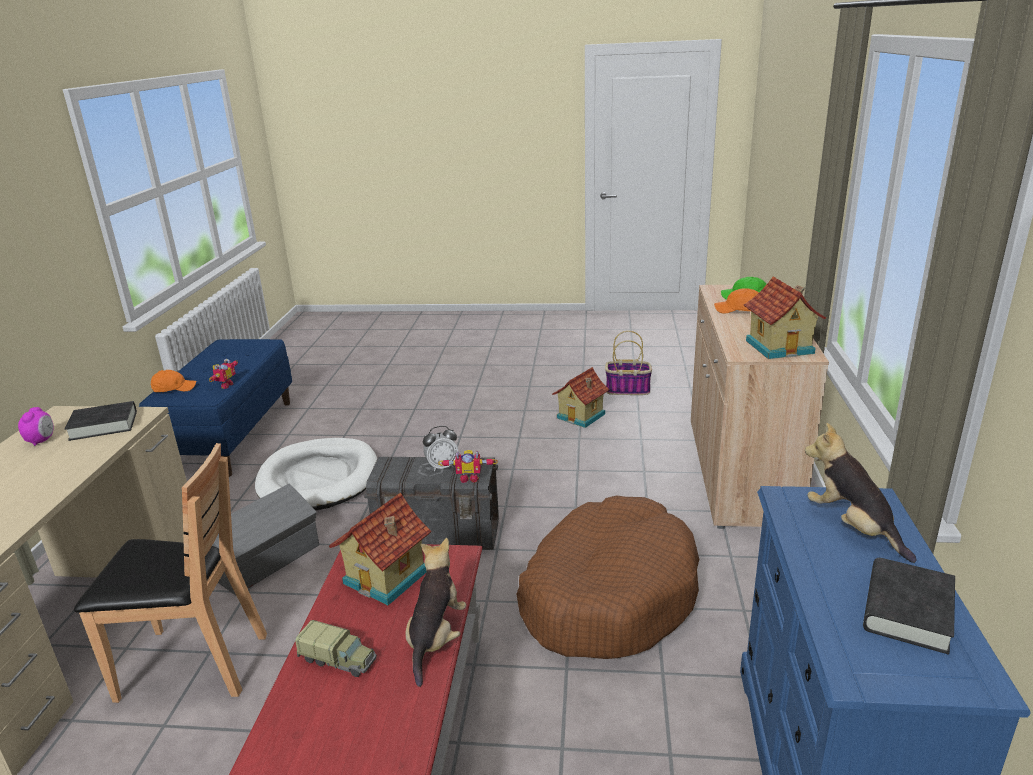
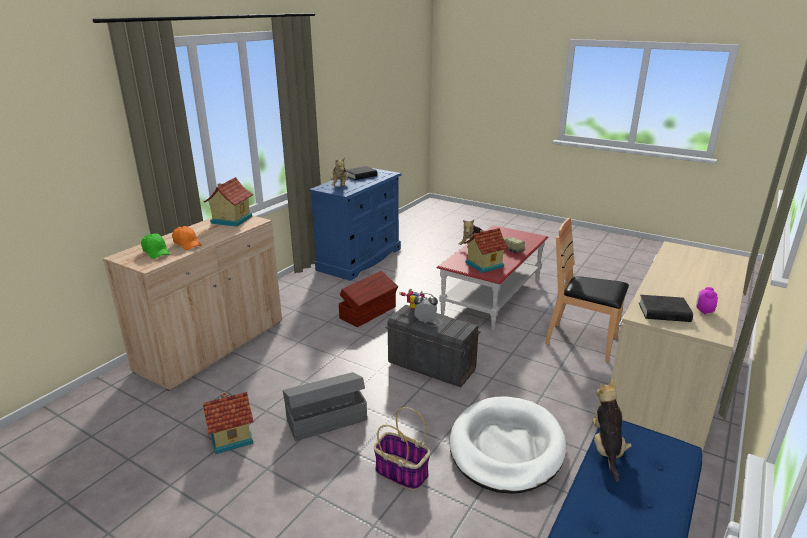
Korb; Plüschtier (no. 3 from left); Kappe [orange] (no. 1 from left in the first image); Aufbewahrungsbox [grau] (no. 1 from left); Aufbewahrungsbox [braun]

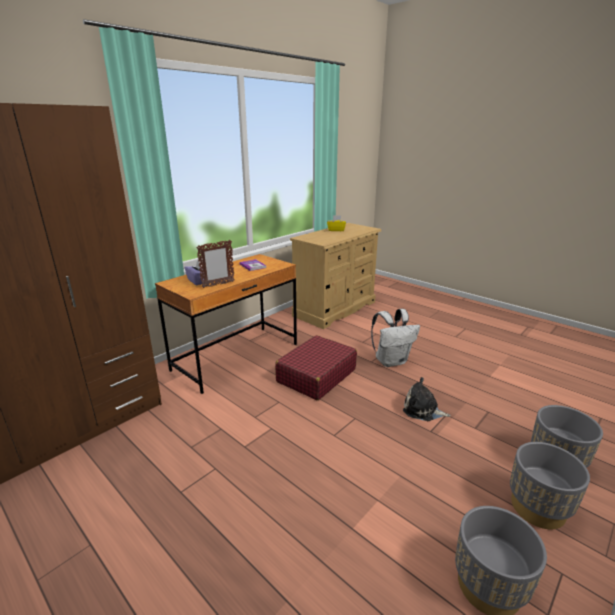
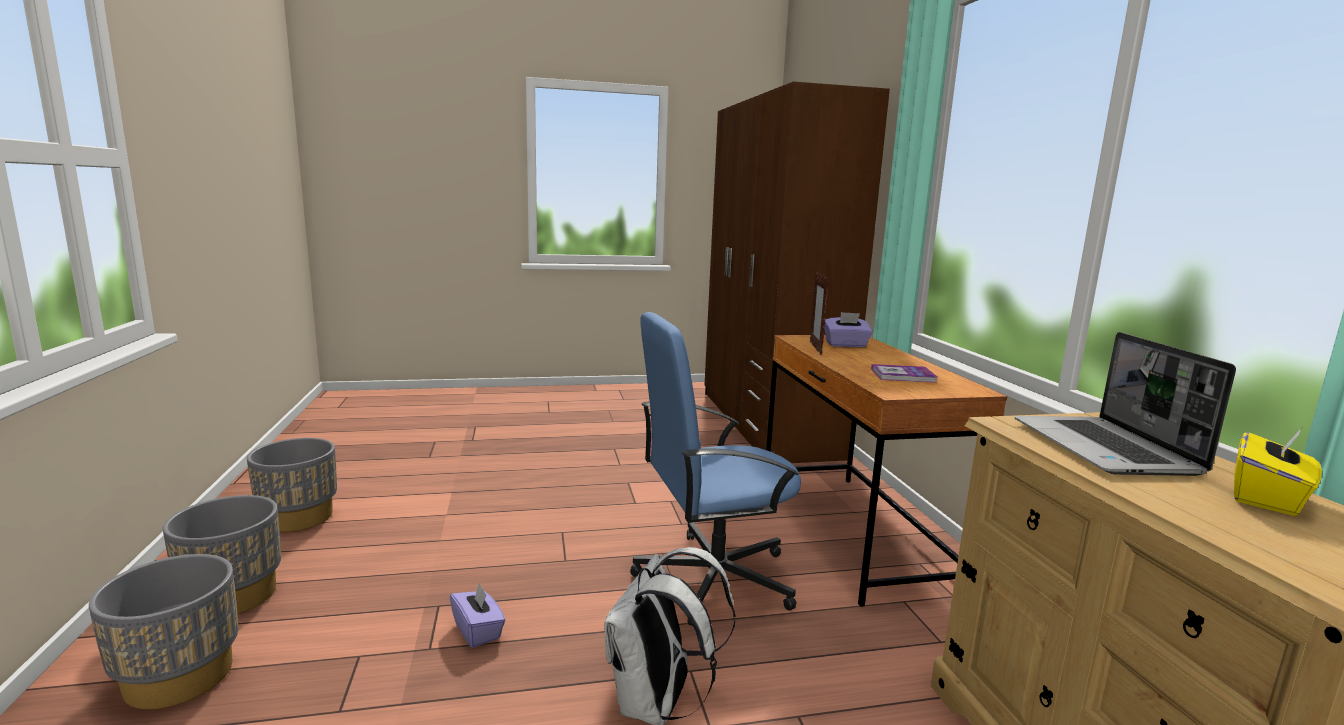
Bürostuhl [blau]; Taschentuchbox [lila] (no. 1 from left); Laptop

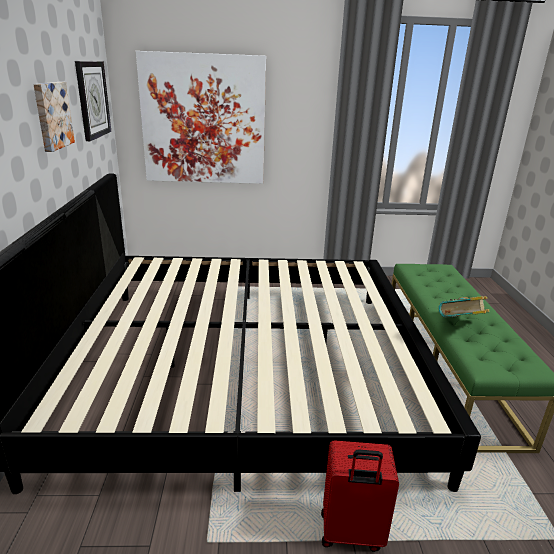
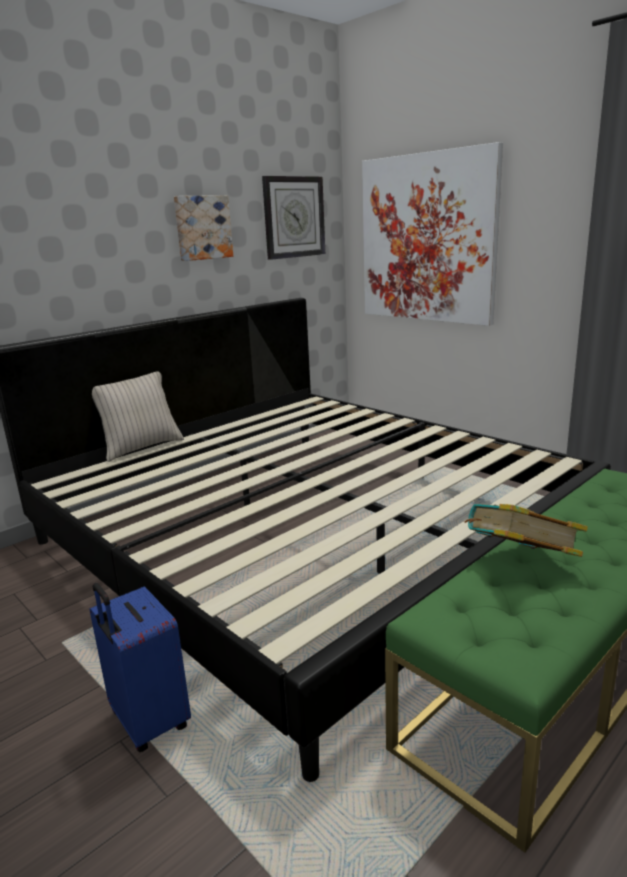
Koffer [blau]; Kissen [beige]

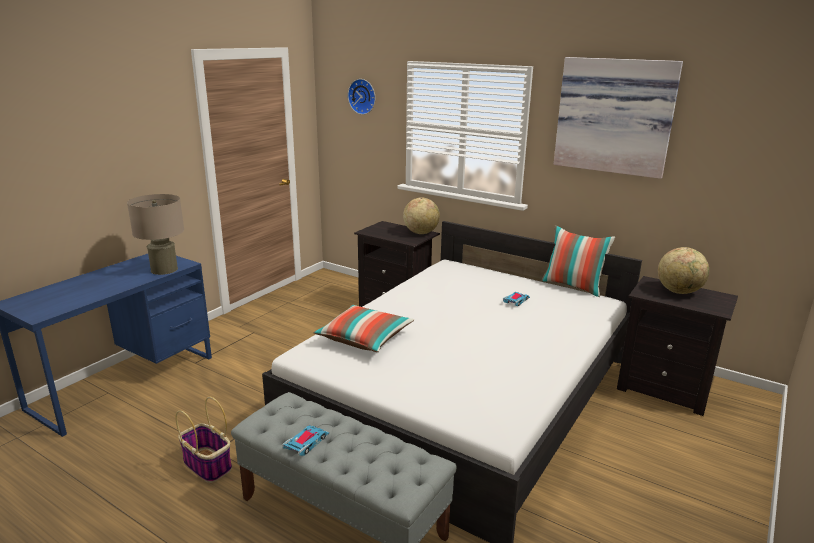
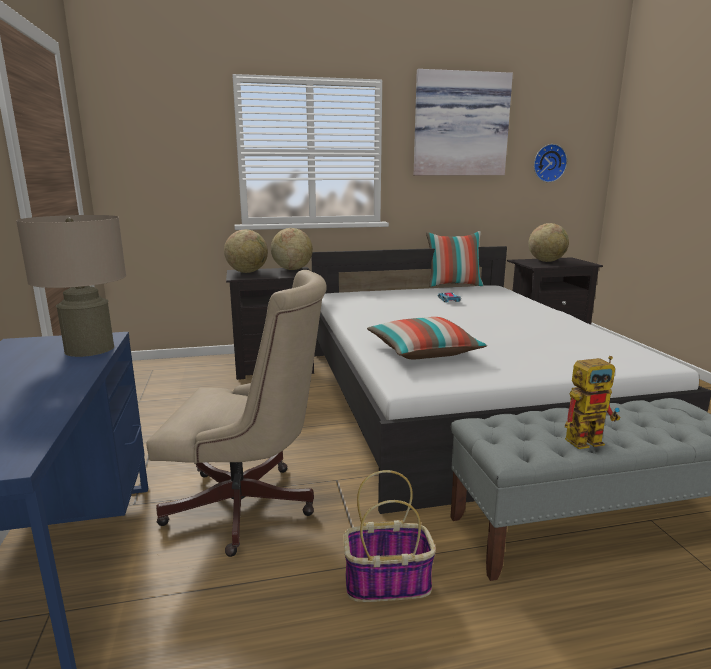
Wanduhr; Spielzeugroboter; Globus (no. 1 from left); Bürostuhl [beige]

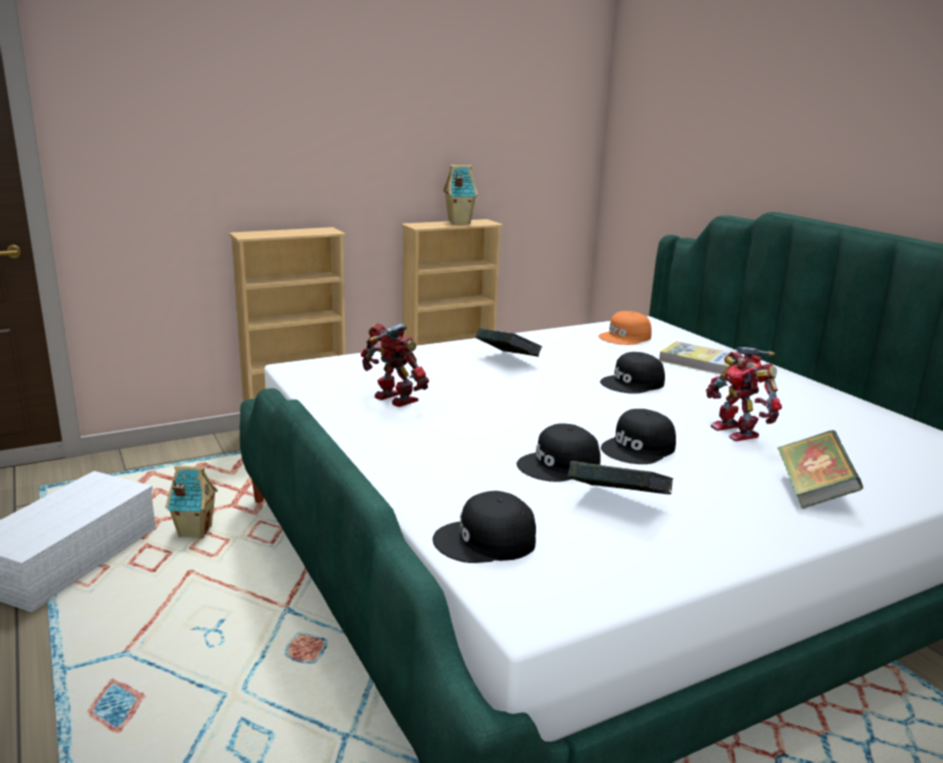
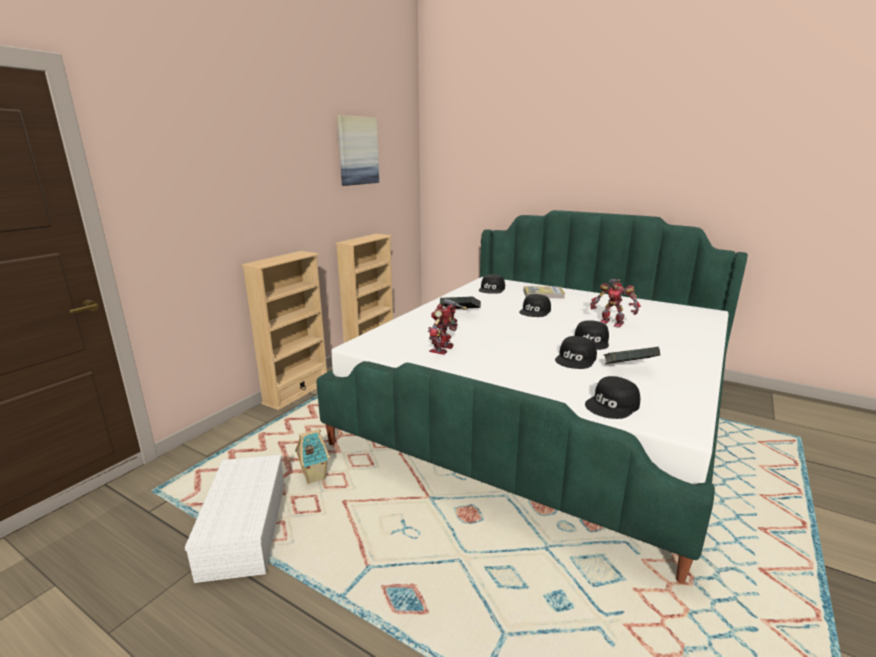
Spielzeughaus (no. 2 from left in the first image); Kappe [schwarz] (no. 1 from left); Spielzeugroboter (no. 1 from left); Buch (no. 4 from left in the first image); Bild

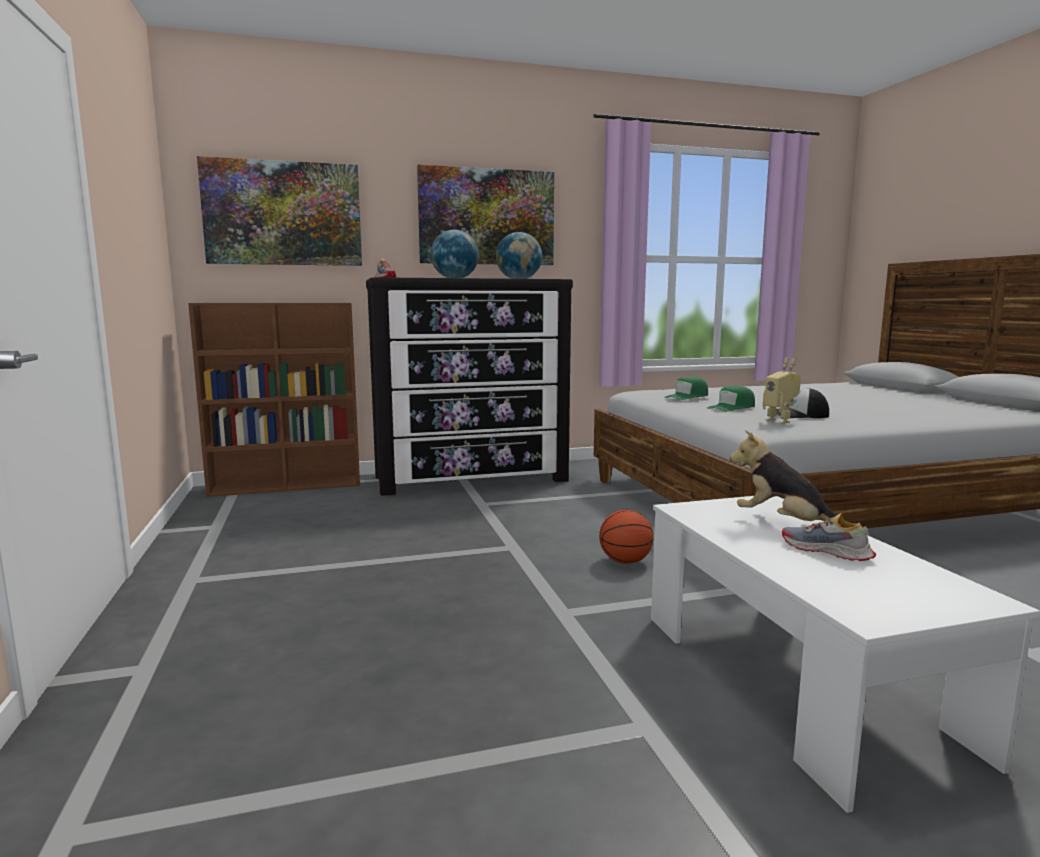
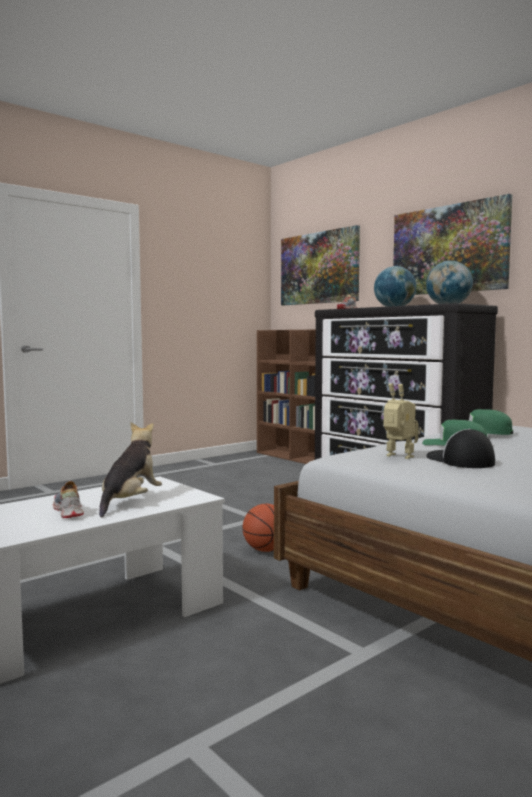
Spielzeugroboter; Schuh (no. 1 from left)

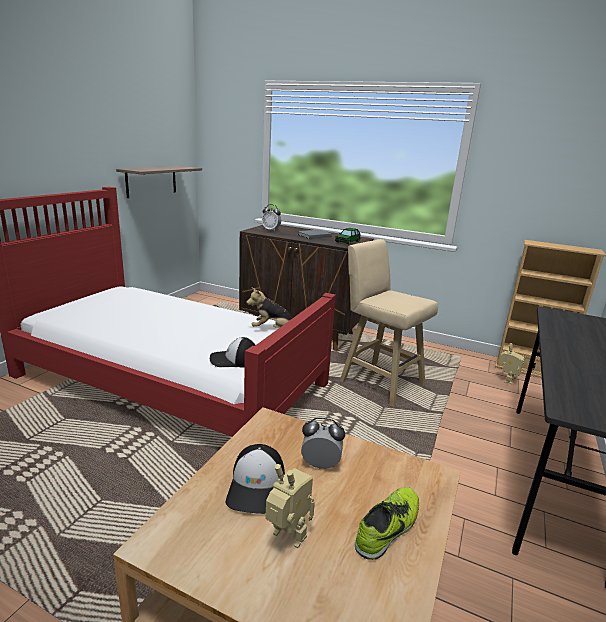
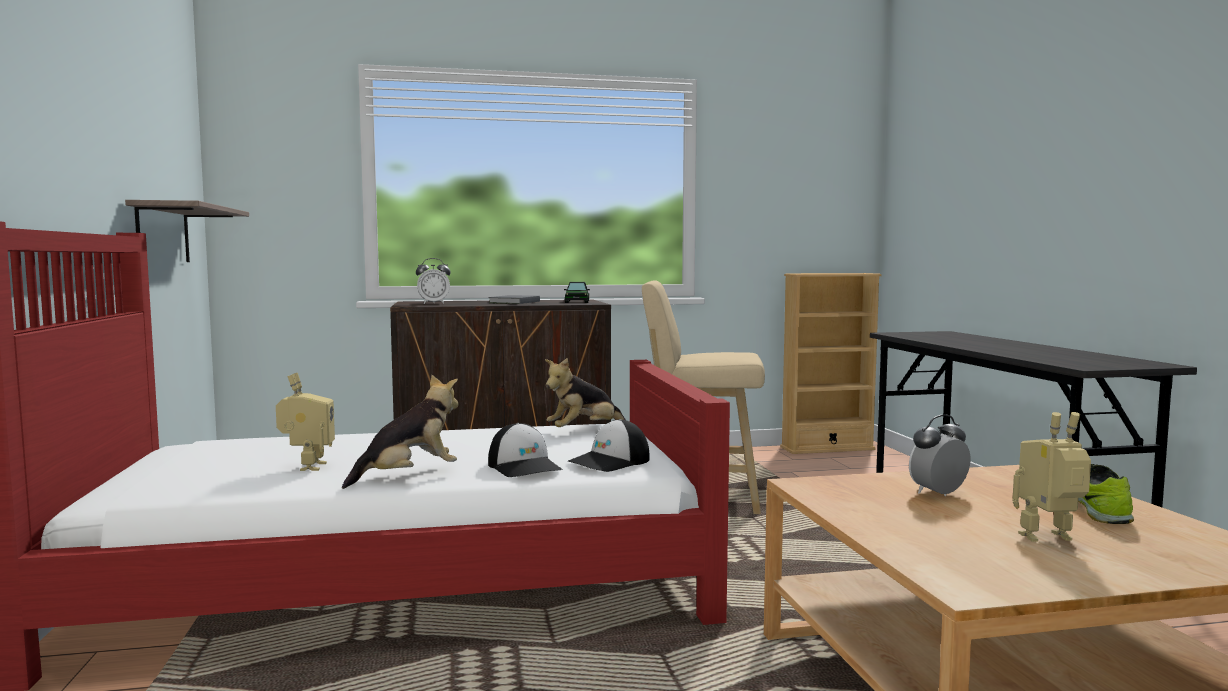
Spielzeugroboter (no. 1 from left); Kappe (no. 1 from left); Plüschtier (no. 1 from left)

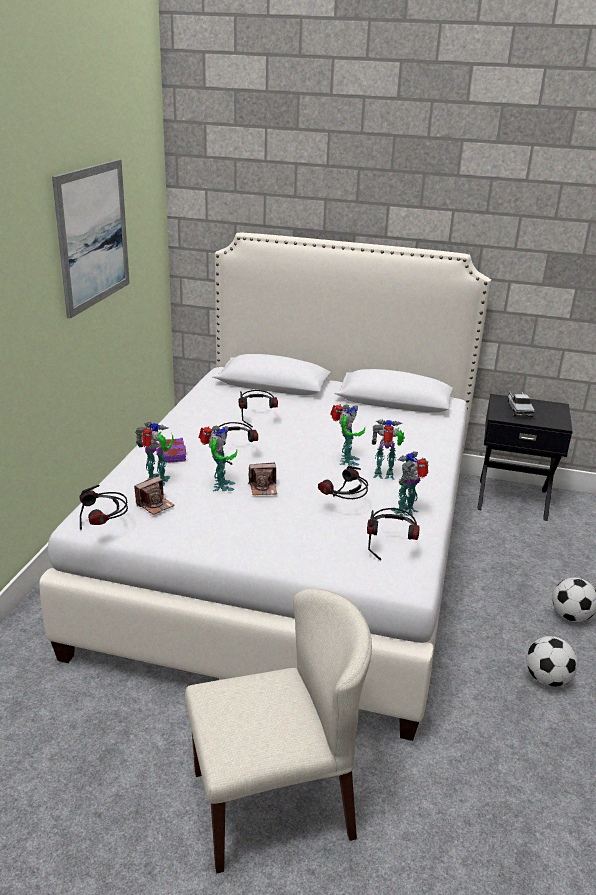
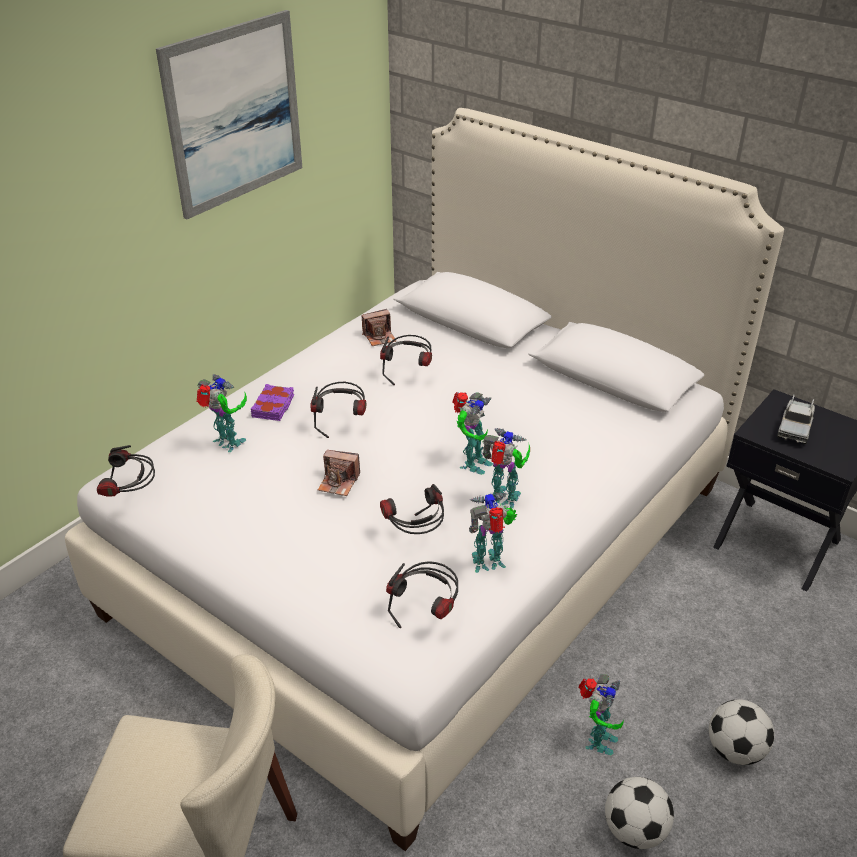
Spielzeugroboter (no. 5 from left); Kamera (no. 2 from left)

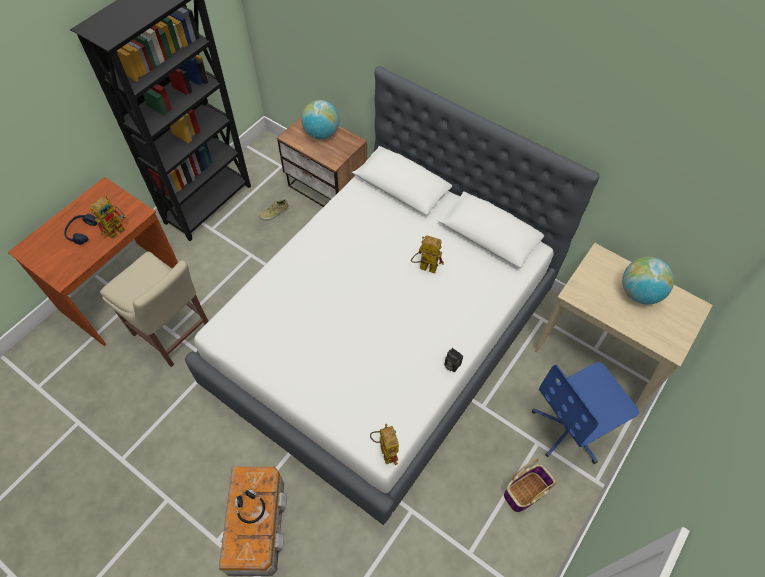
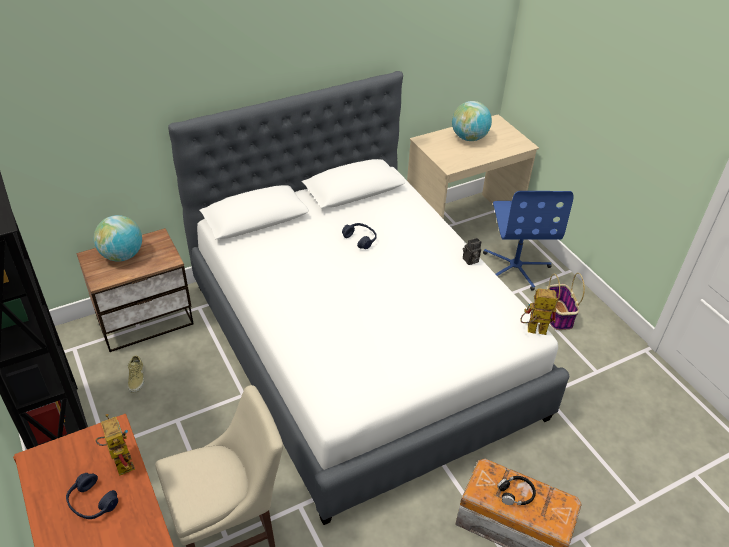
Kopfhörer [blau] (no. 2 from left)

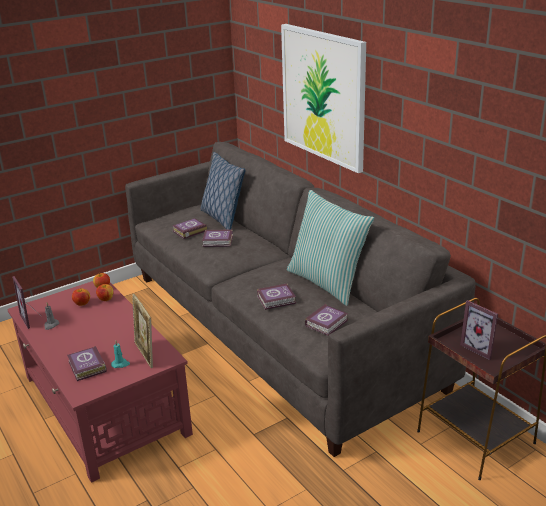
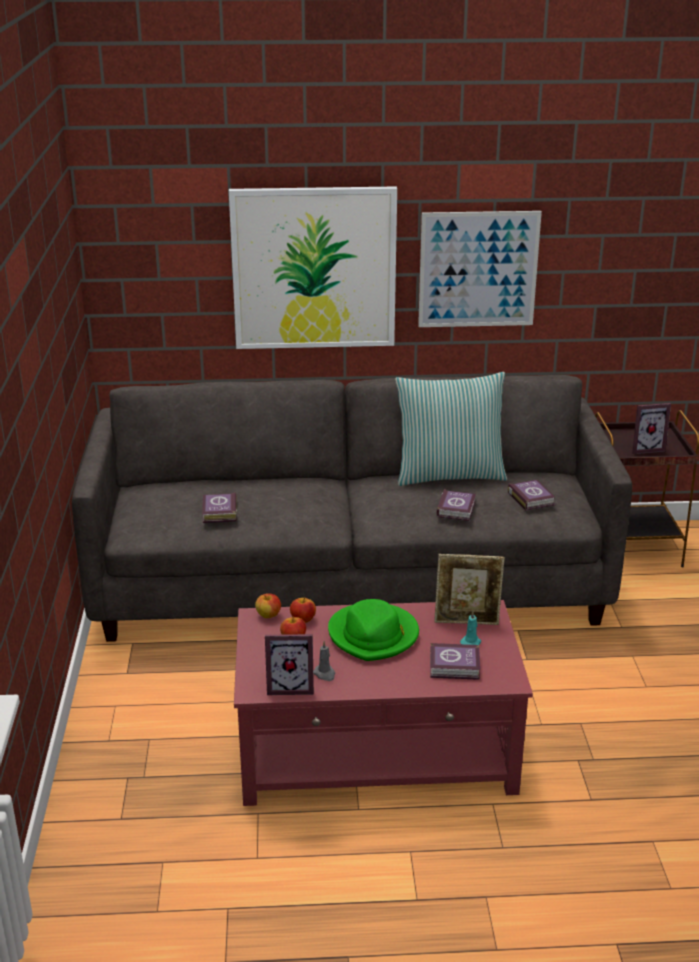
Kissen (no. 1 from left in the first image); Buch (no. 3 from left in the first image); Bild (no. 2 from left); Hut [grün]

